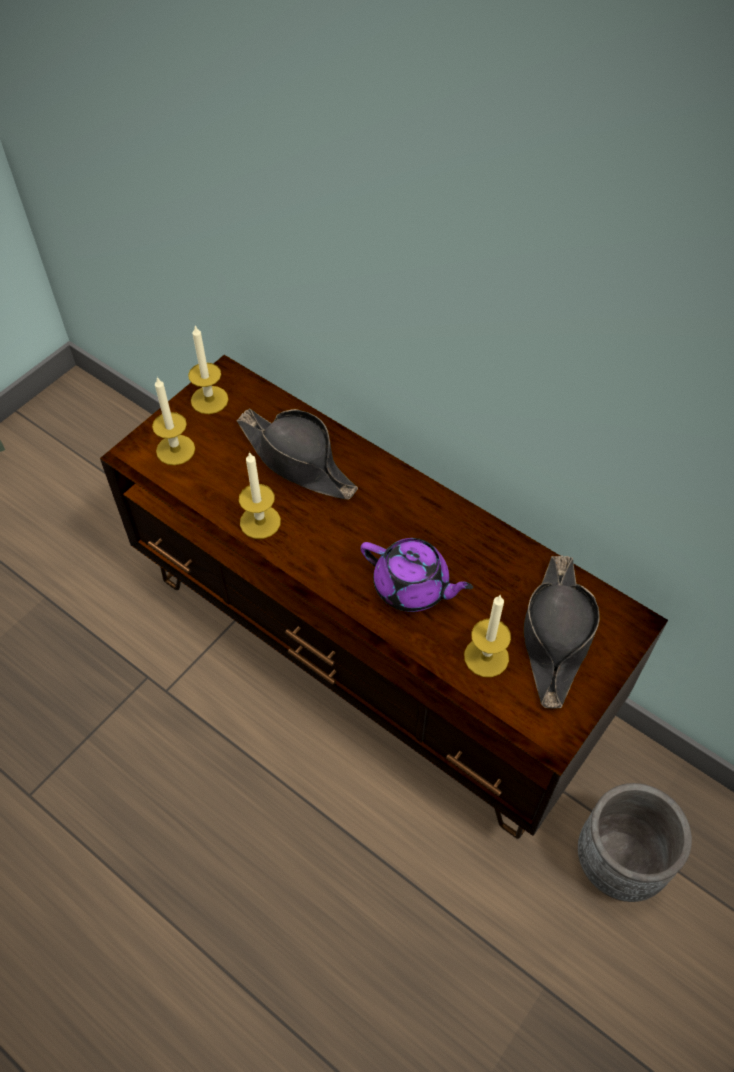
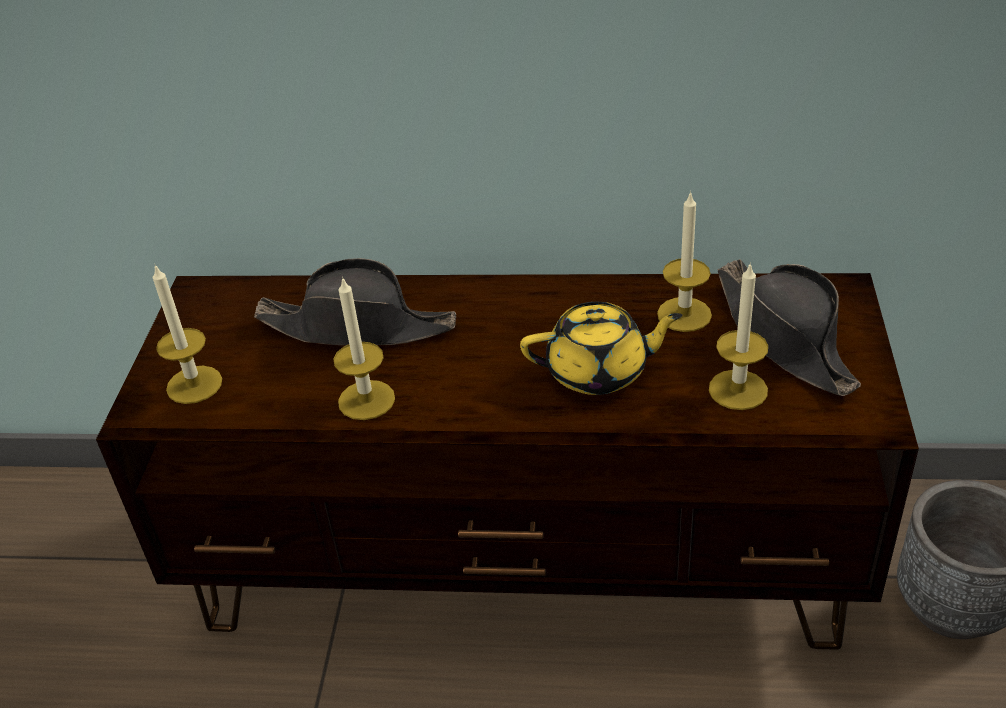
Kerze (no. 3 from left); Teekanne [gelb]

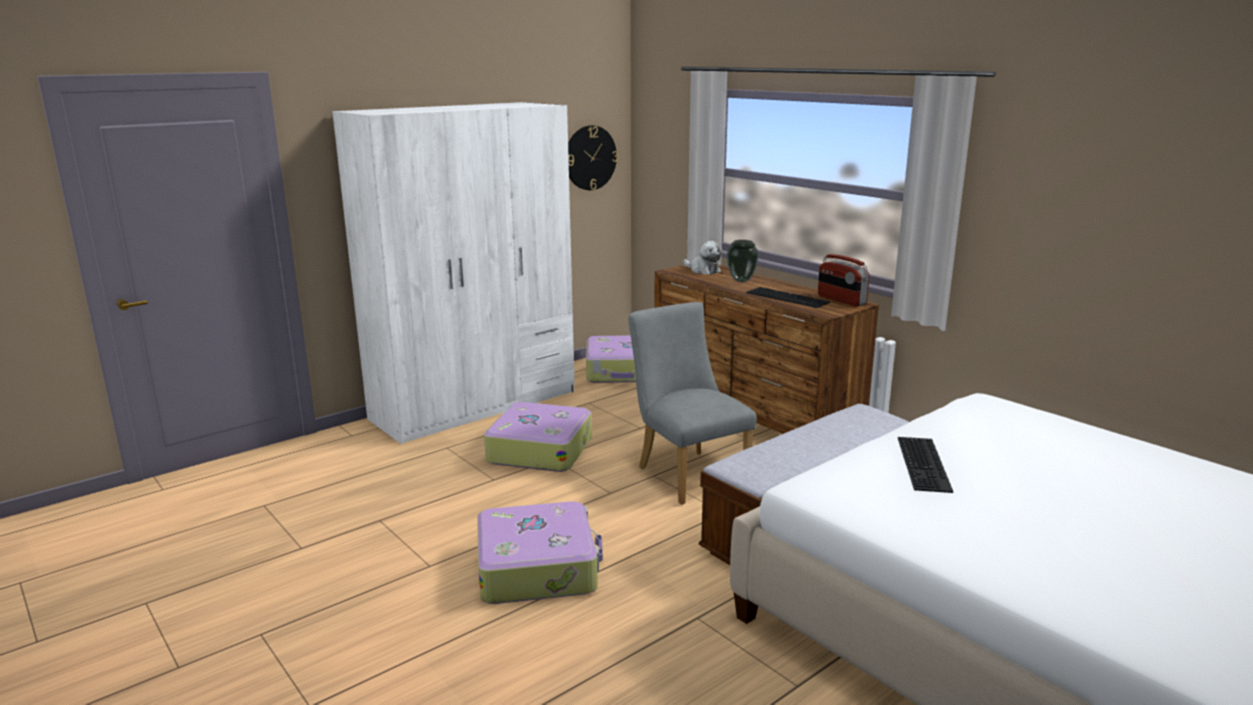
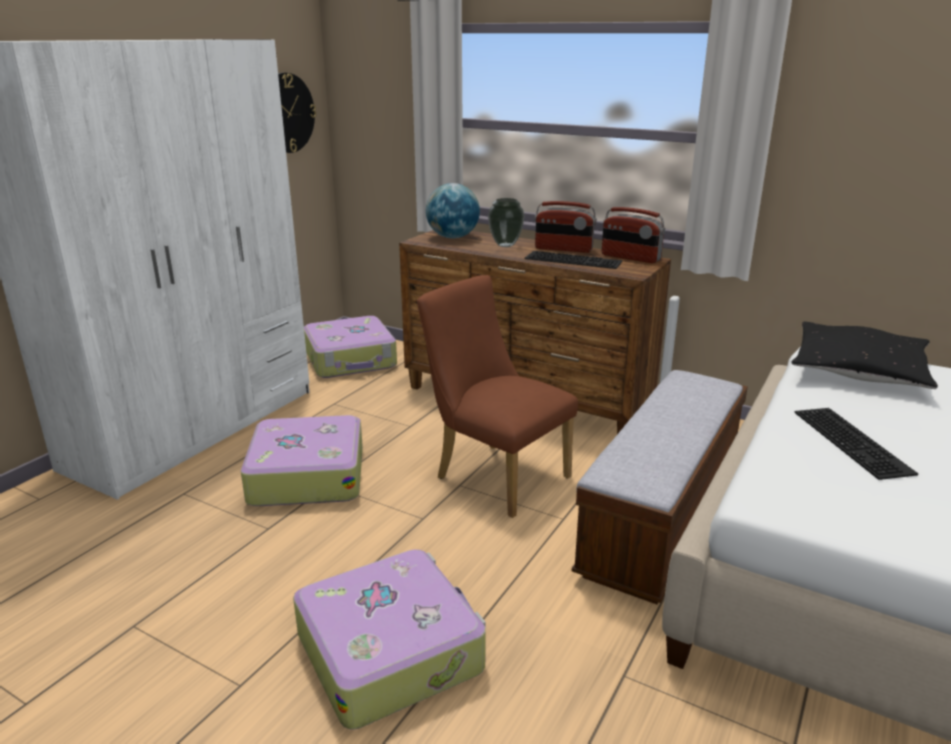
Globus; Stuhl [braun]; Radio (no. 1 from left); Kissen [schwarz]

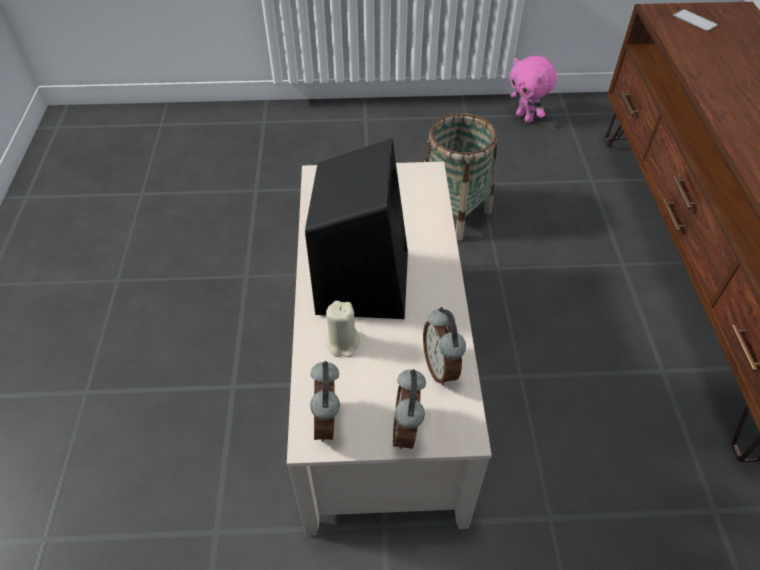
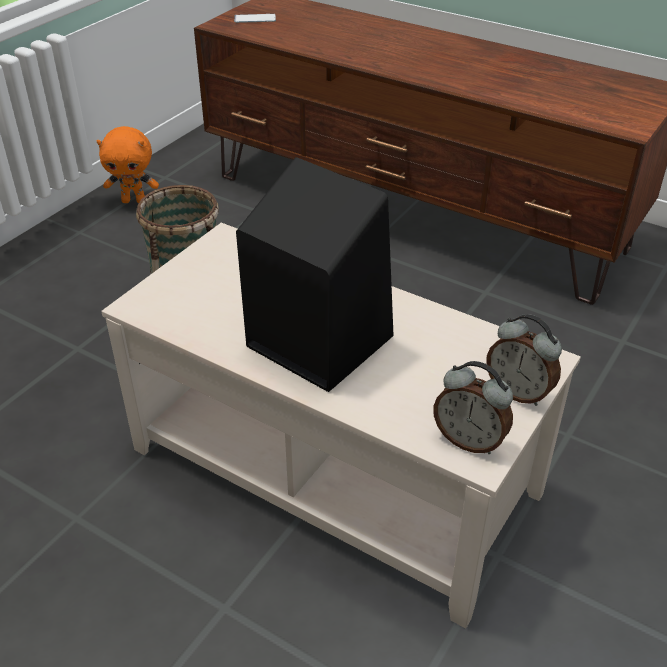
Plüschtier [orange]; Kerze [beige]; Wecker (no. 3 from left in the first image)

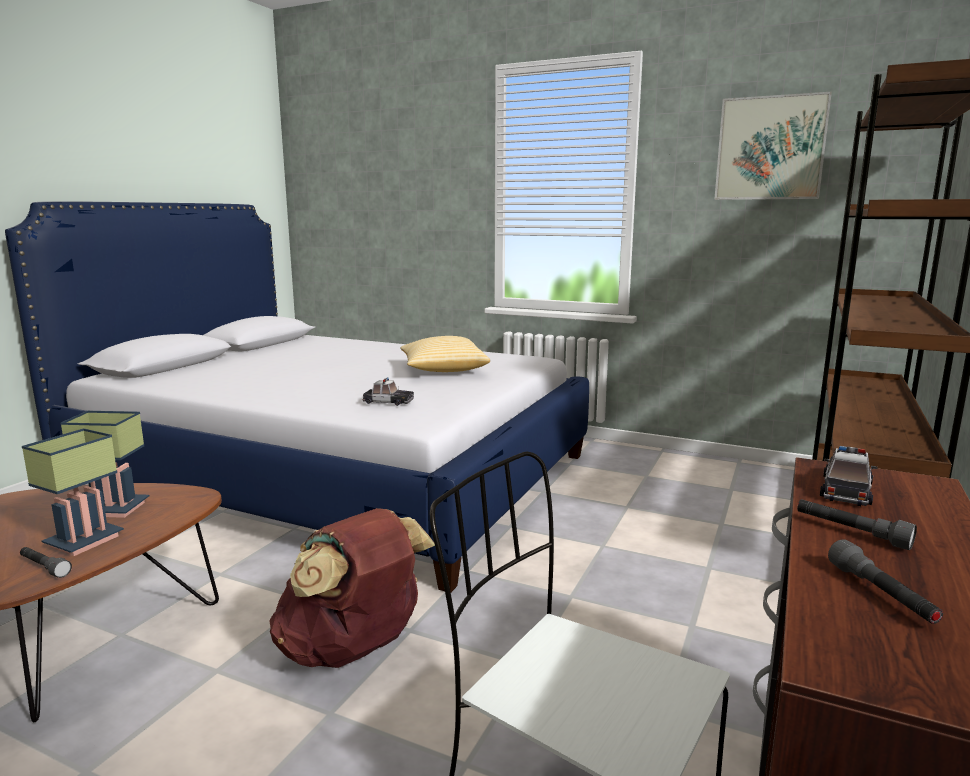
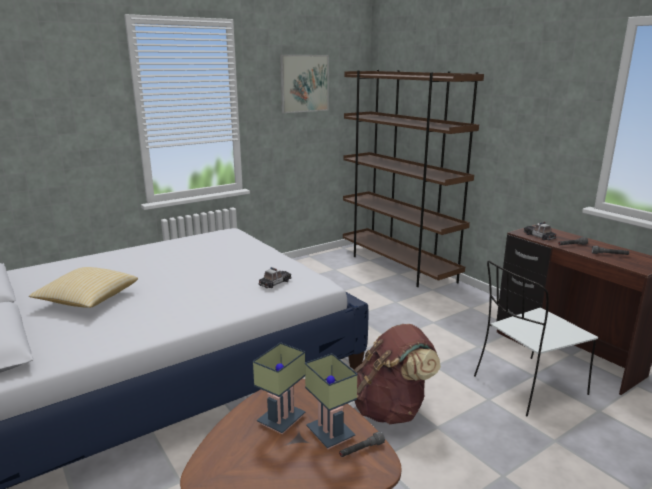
Kissen

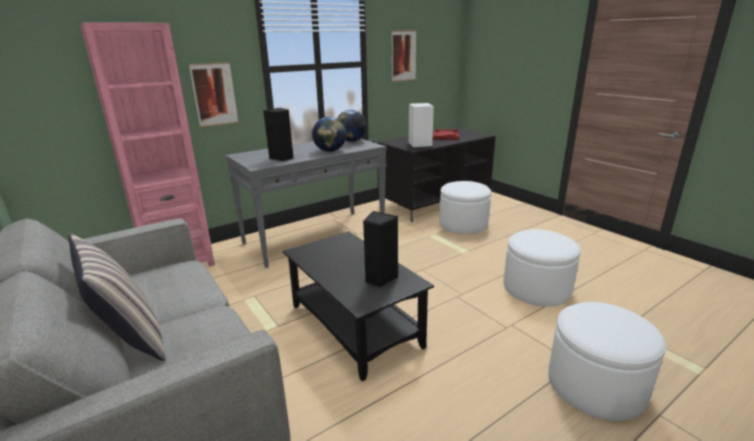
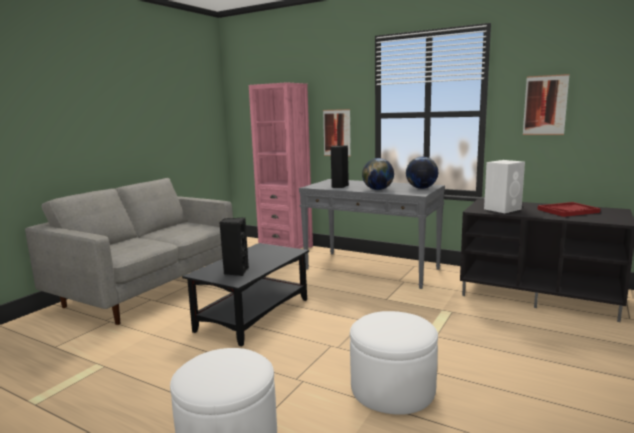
Polsterhocker [weiß] (no. 1 from left in the first image); Kissen

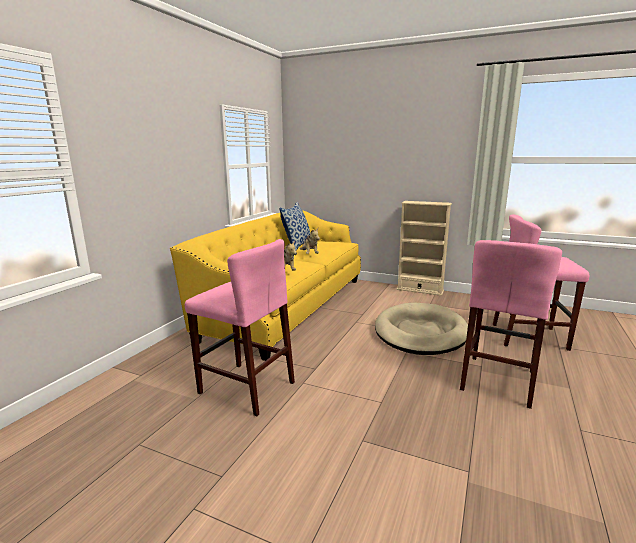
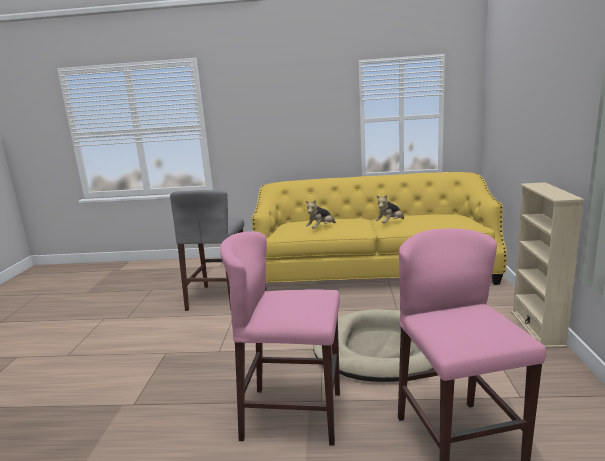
Kissen; Hocker [grau]

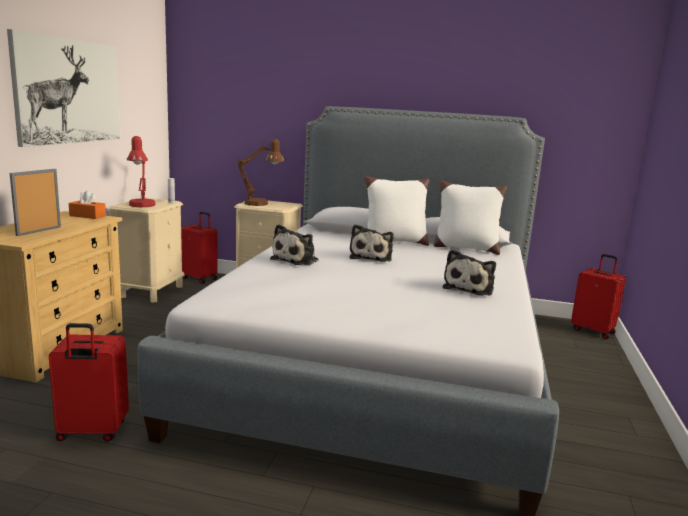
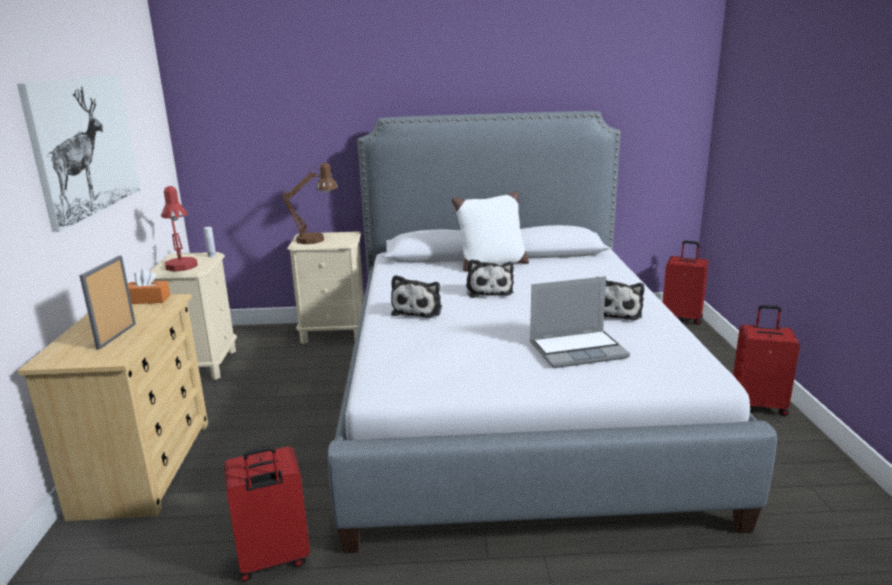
Kissen [weiß] (no. 2 from left in the first image); Koffer [rot] (no. 3 from left); Laptop

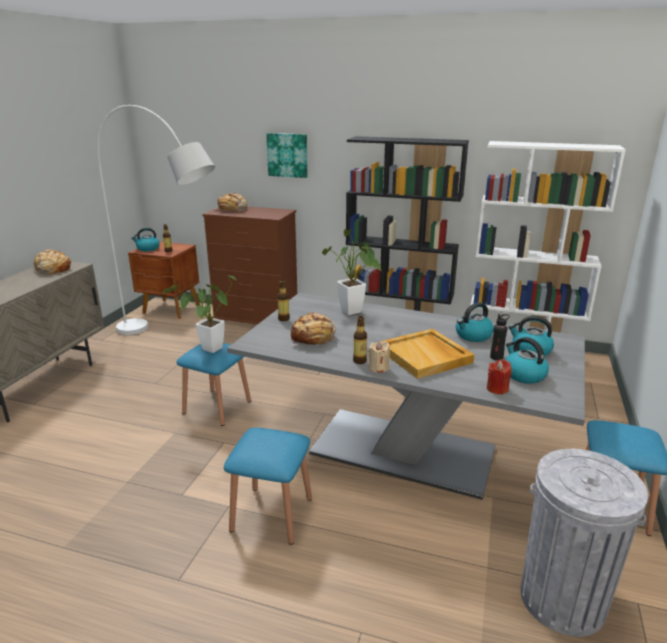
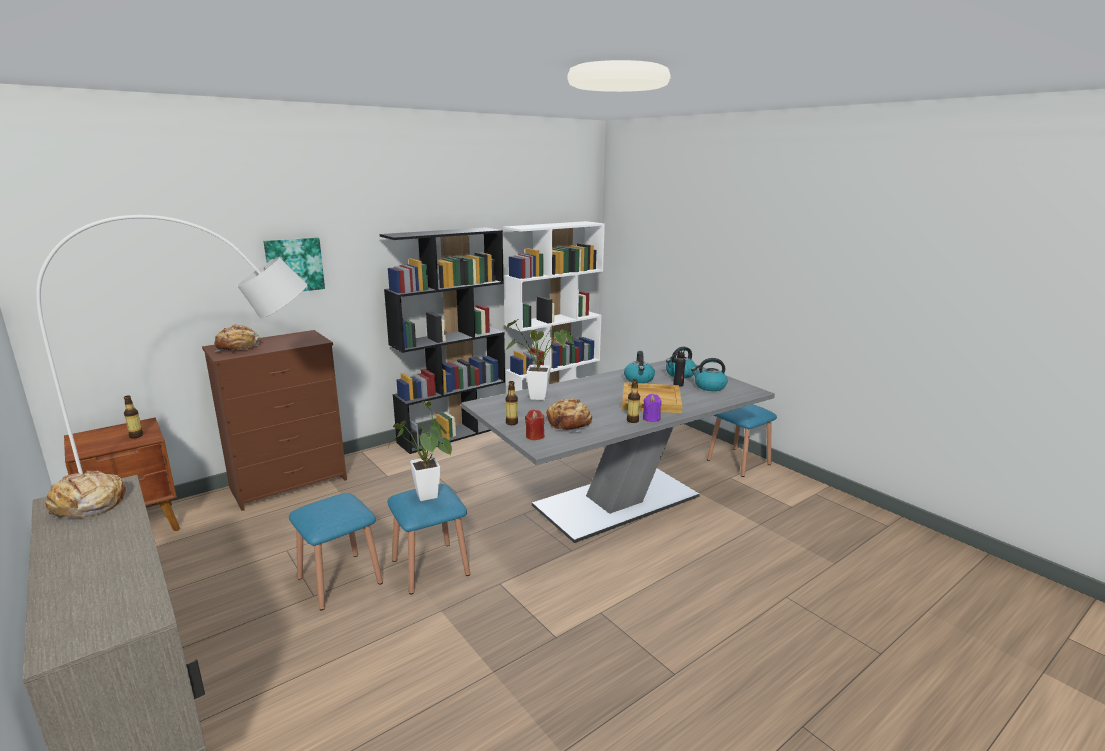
Wasserkessel (no. 1 from left in the first image); Kerze [lila]; Kerze [rot]; Hocker [blau] (no. 1 from left); Mülleimer [grau]

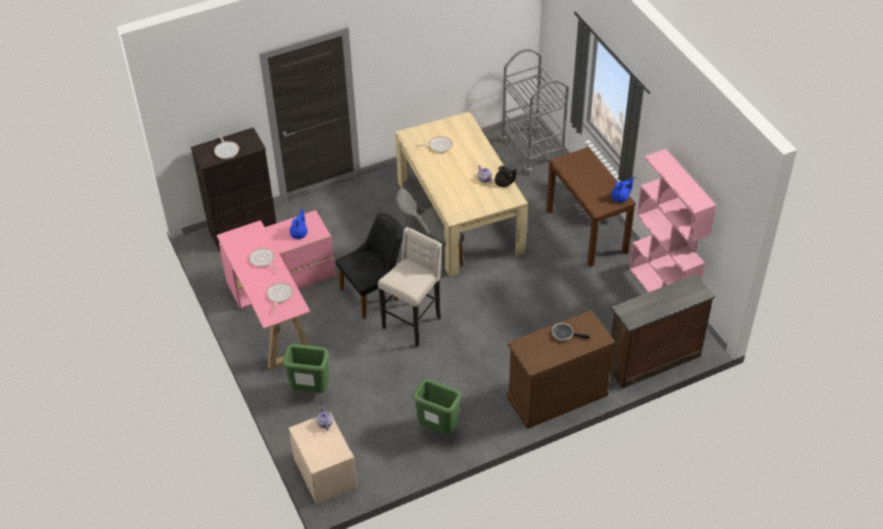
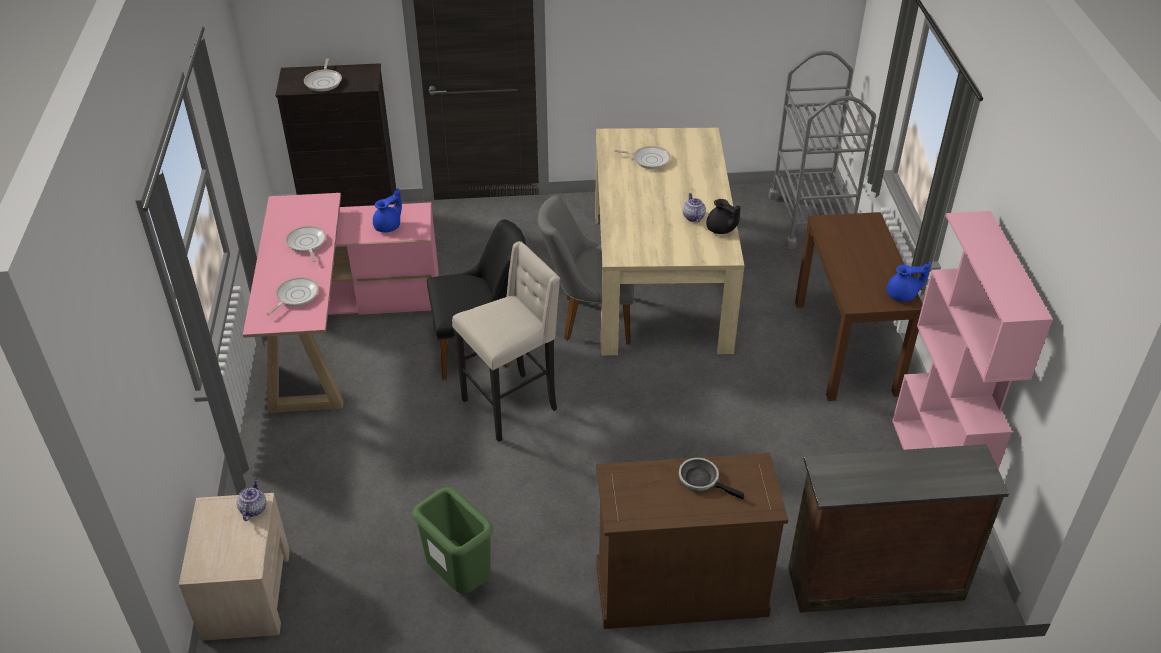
Mülleimer [grün] (no. 1 from left in the first image)

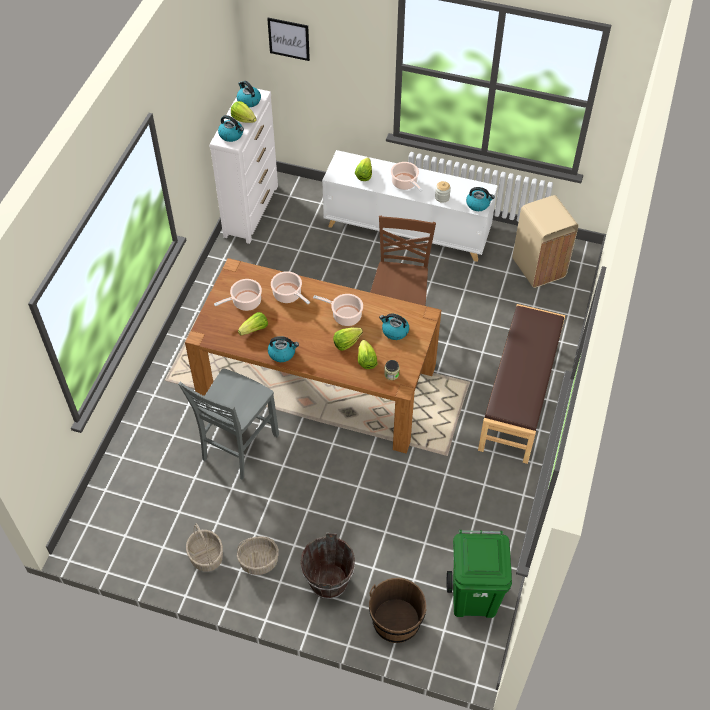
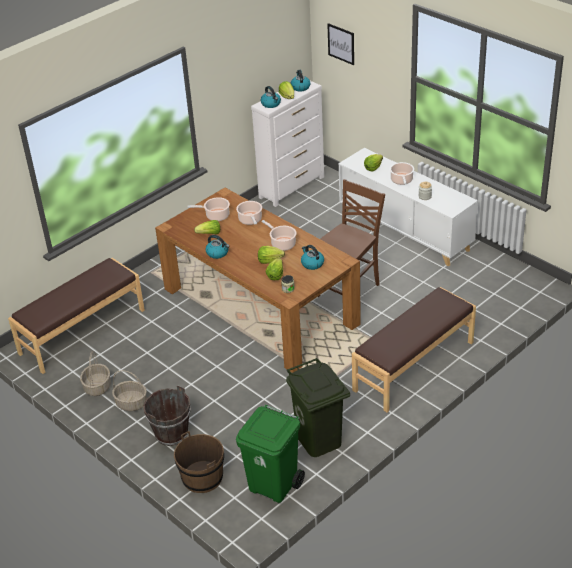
Wasserkessel (no. 5 from left in the first image); Mülleimer [beige]; Stuhl [grau]; Bank [braun] (no. 1 from left); Mülleimer [grün] (no. 2 from left)

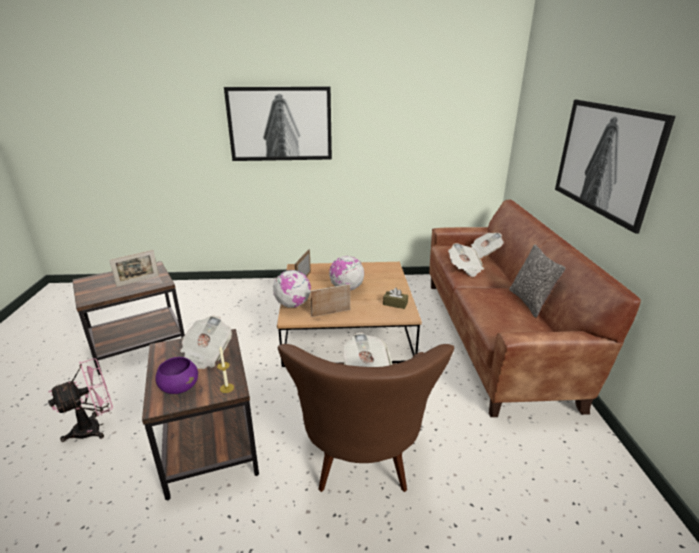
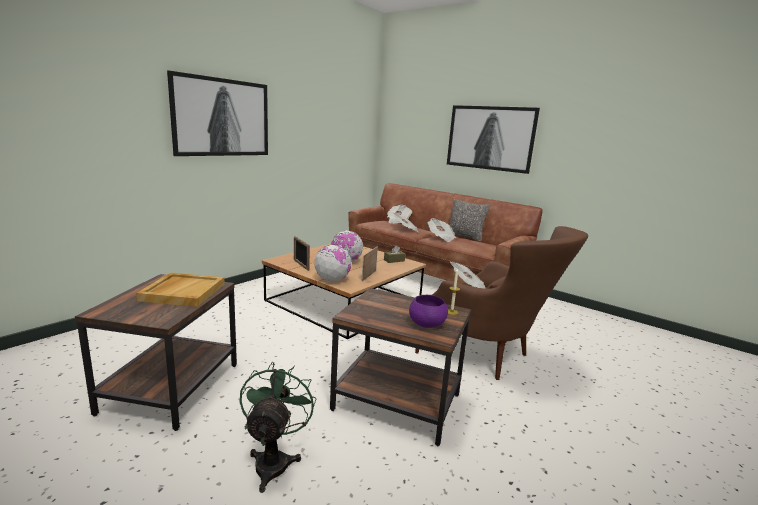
Tablett [beige]; Zeitung (no. 3 from left); Ventilator [grün]

